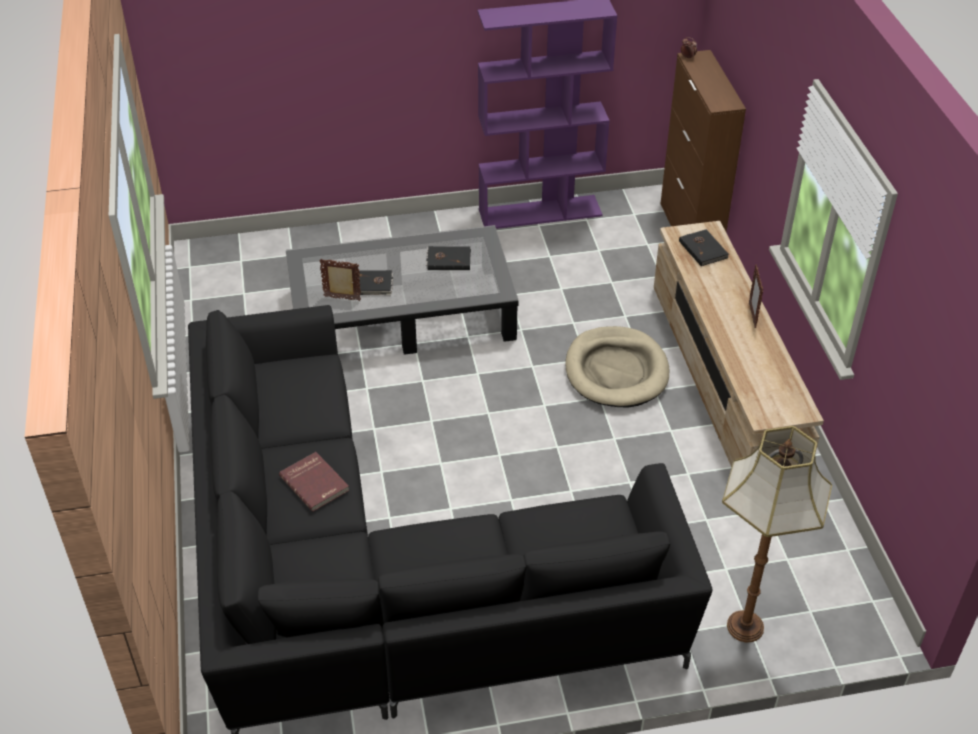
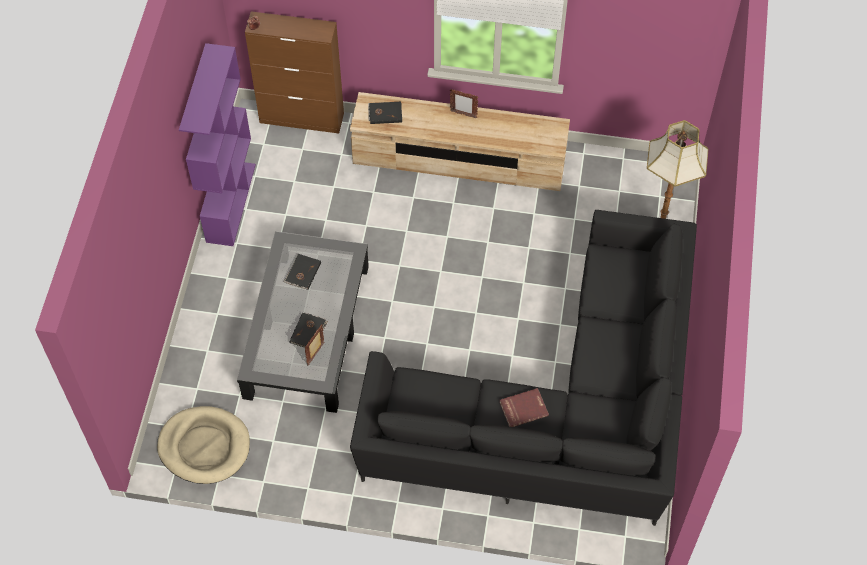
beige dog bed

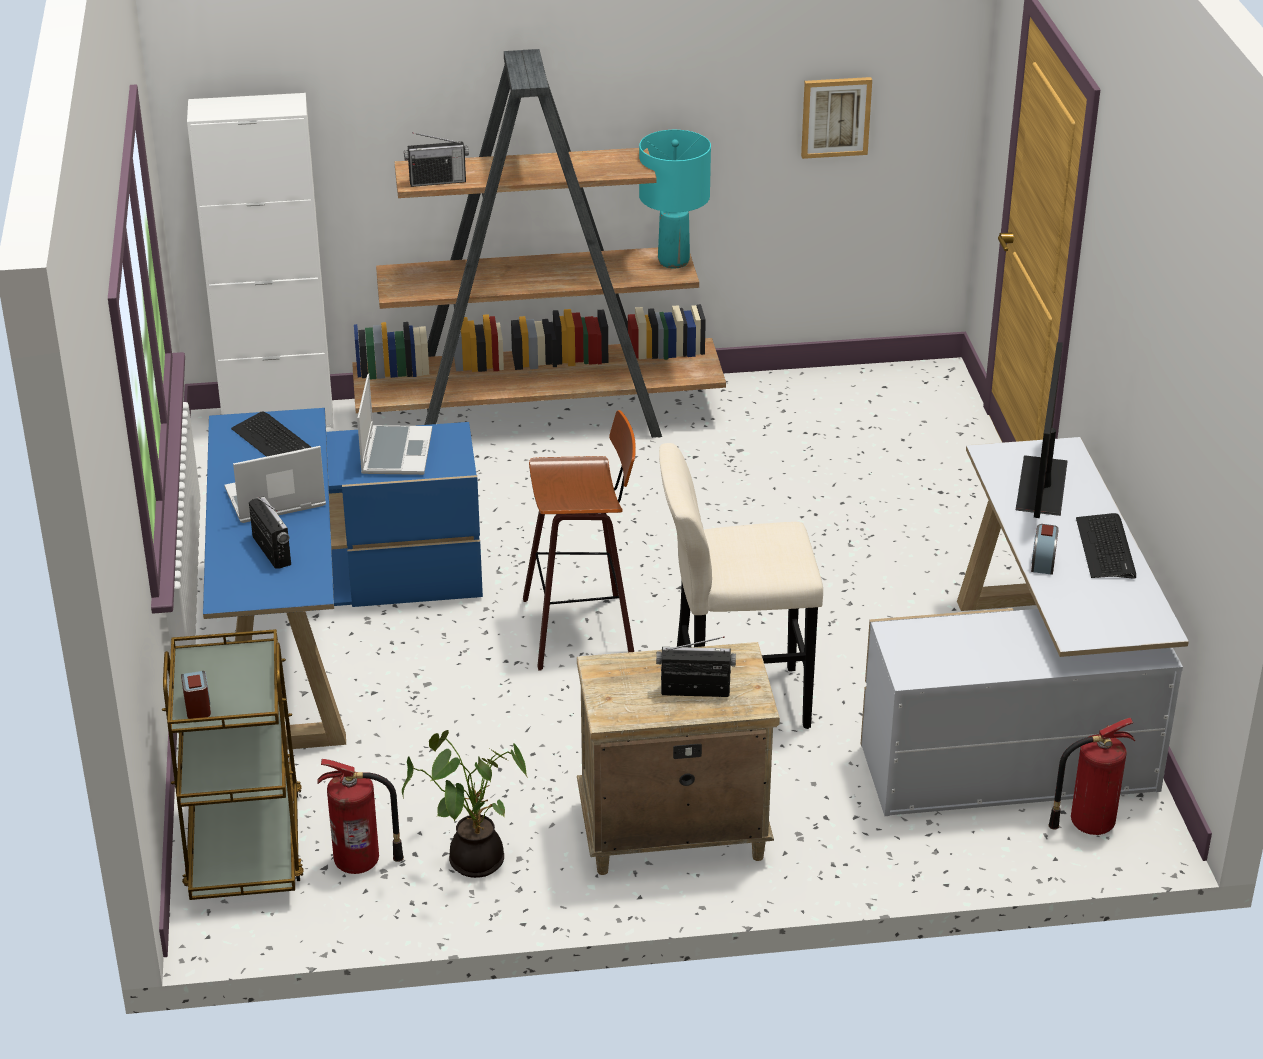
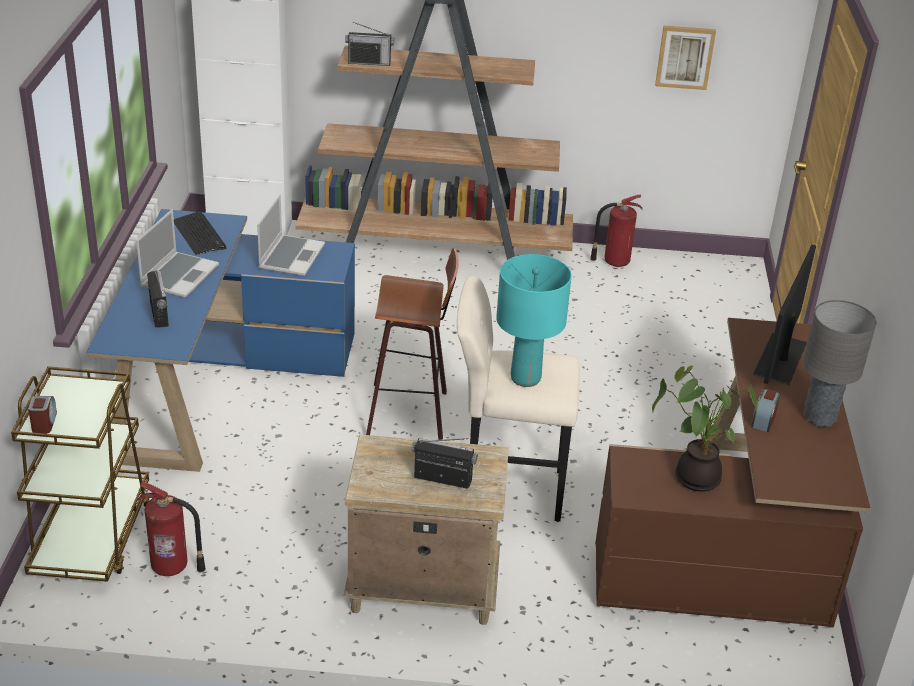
laptop (1st from left); potted plant; turquoise table lamp; brown desk; fire extinguisher (2nd from left); grey table lamp

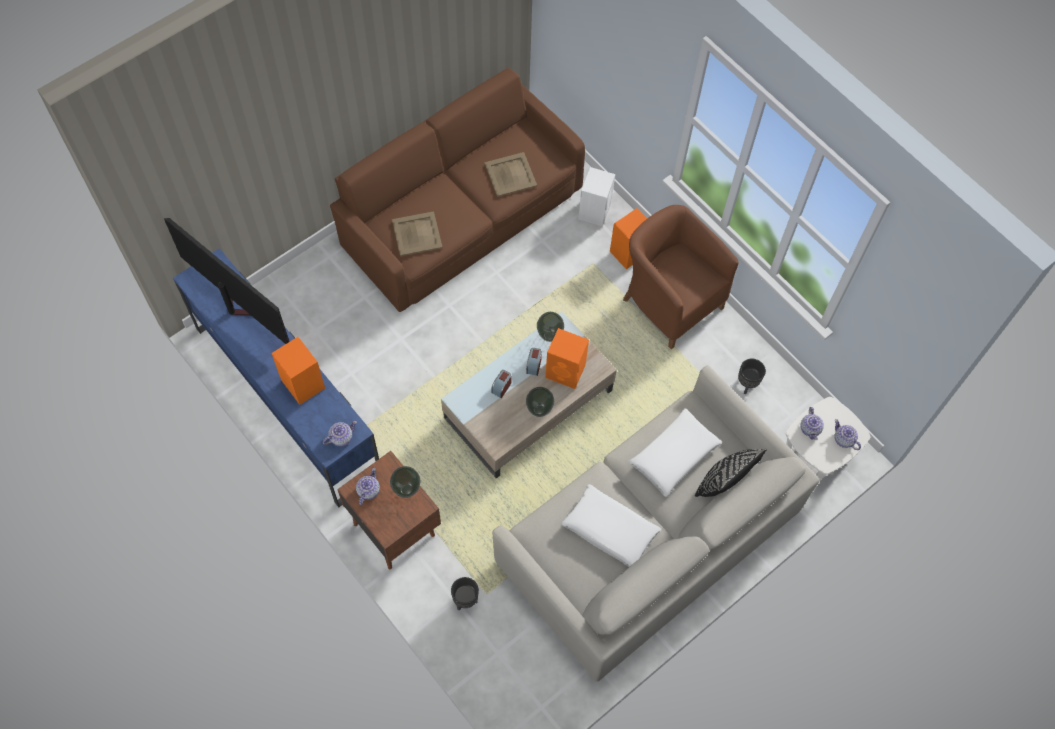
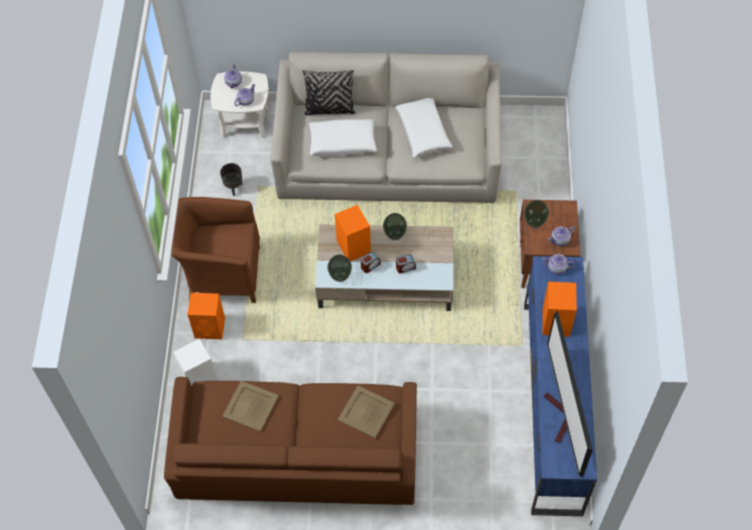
black planter (1st from left in the first image); brown armchair

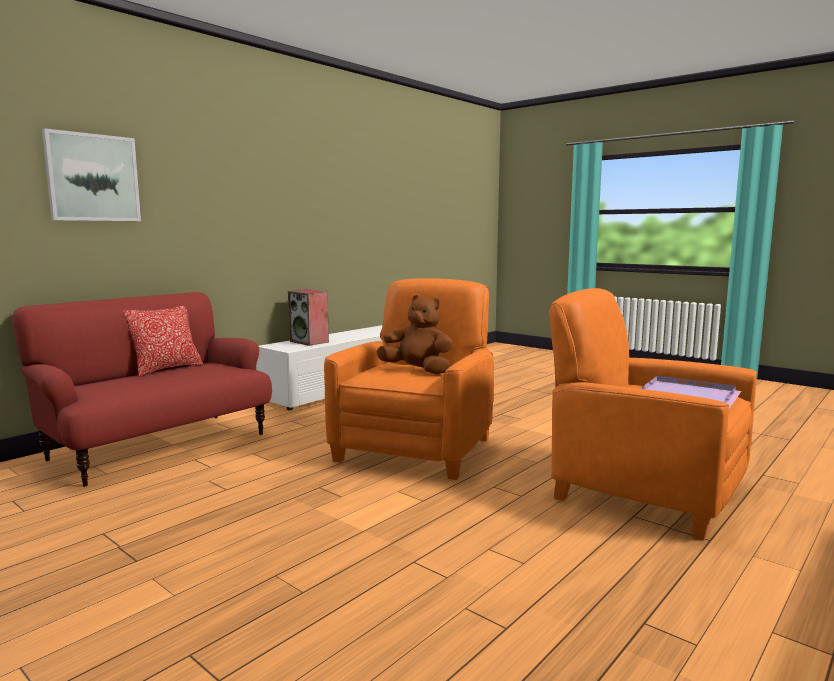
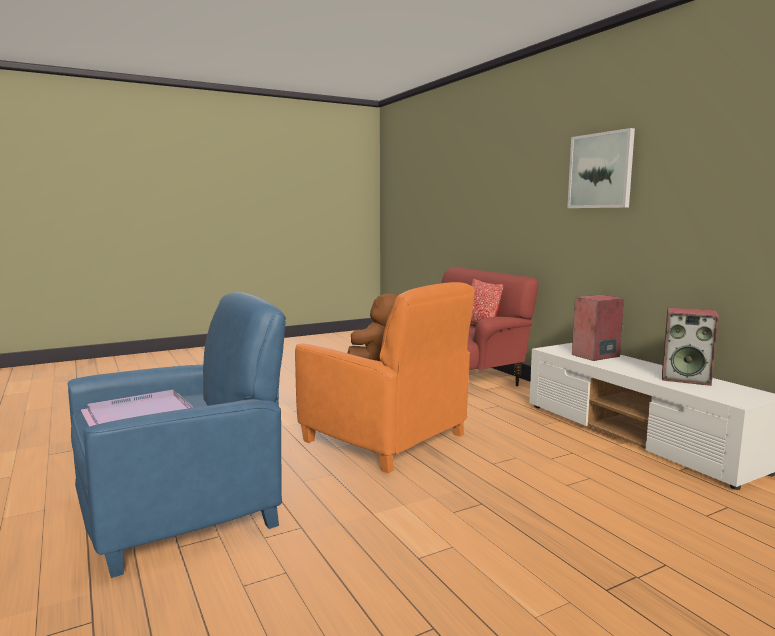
picture; blue armchair; speaker (2nd from left)

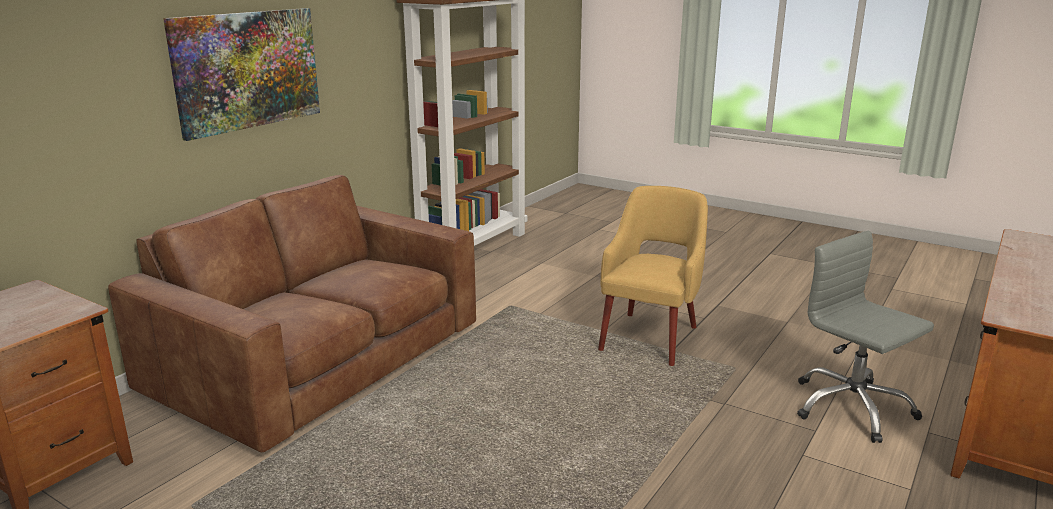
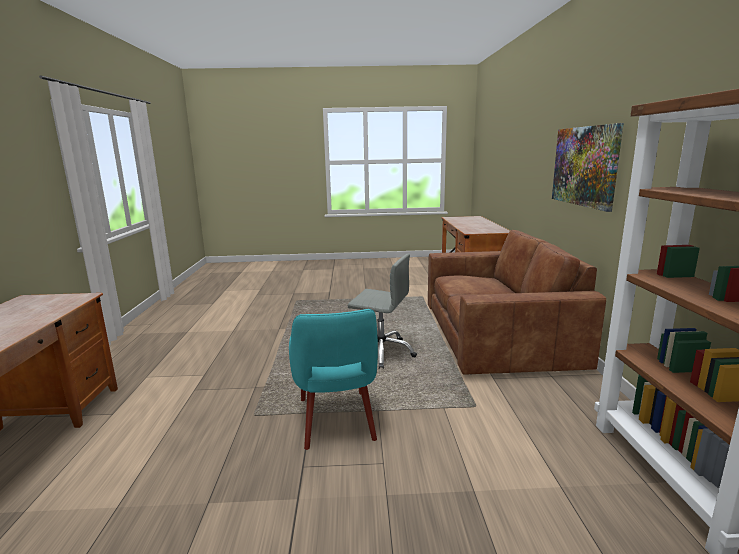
turquoise armchair; grey office chair

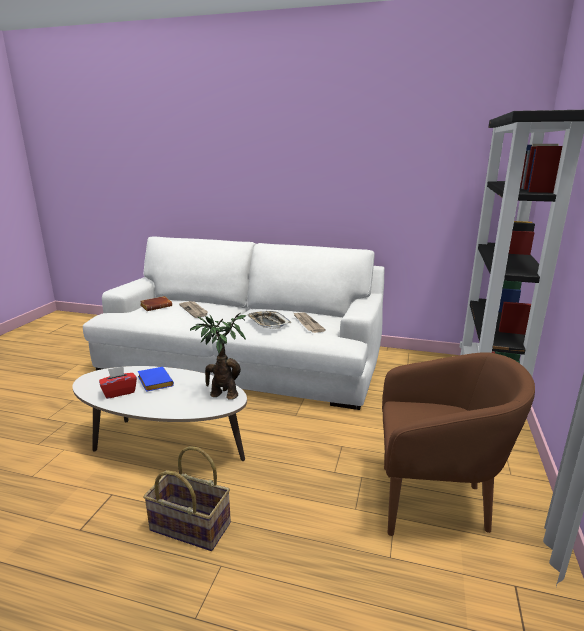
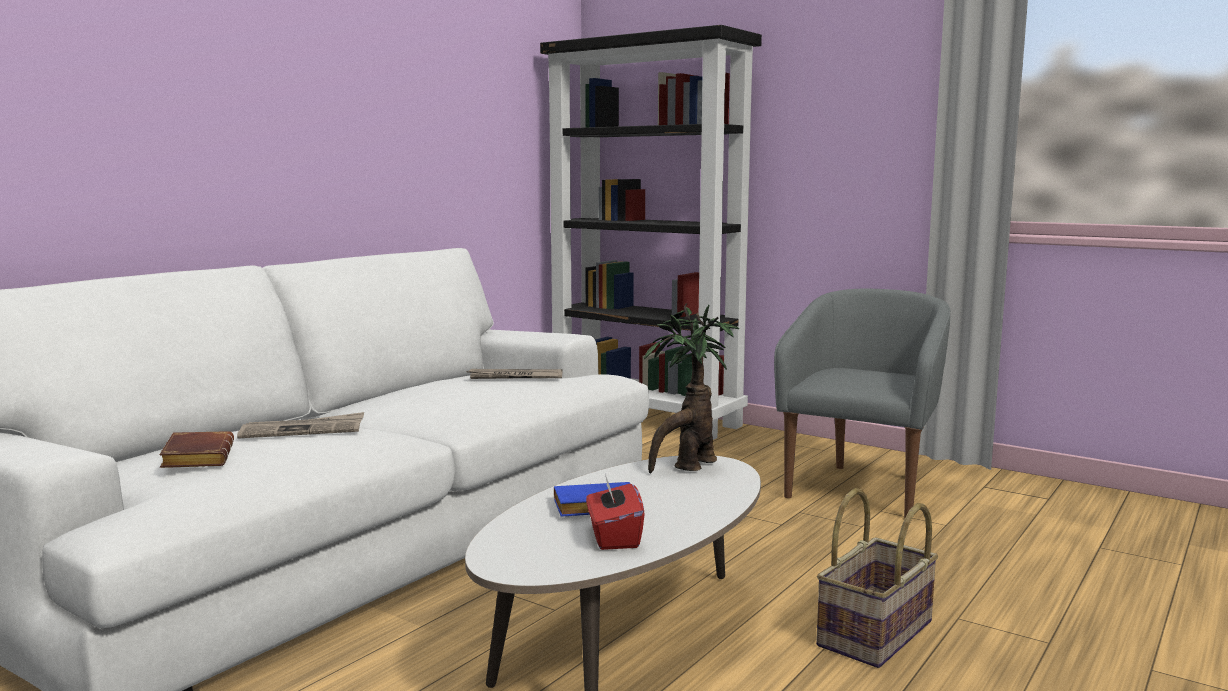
tray; grey armchair

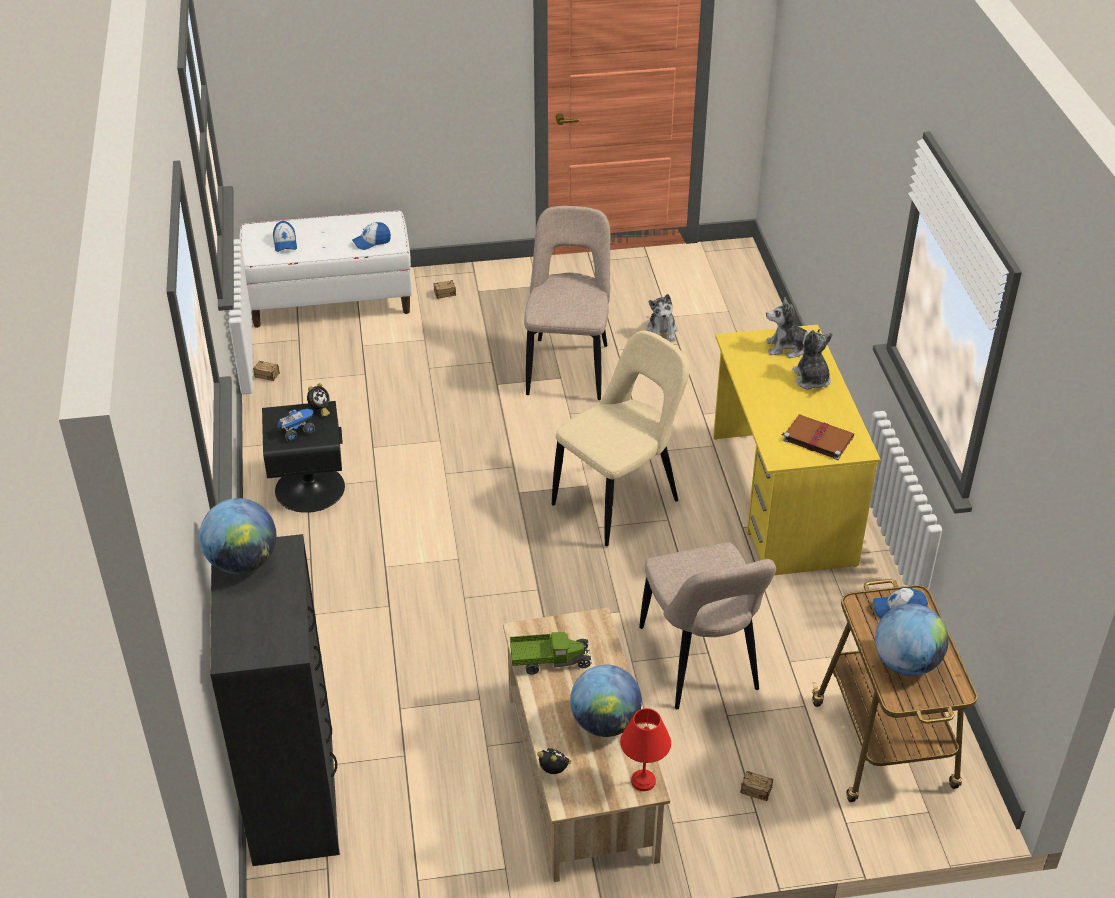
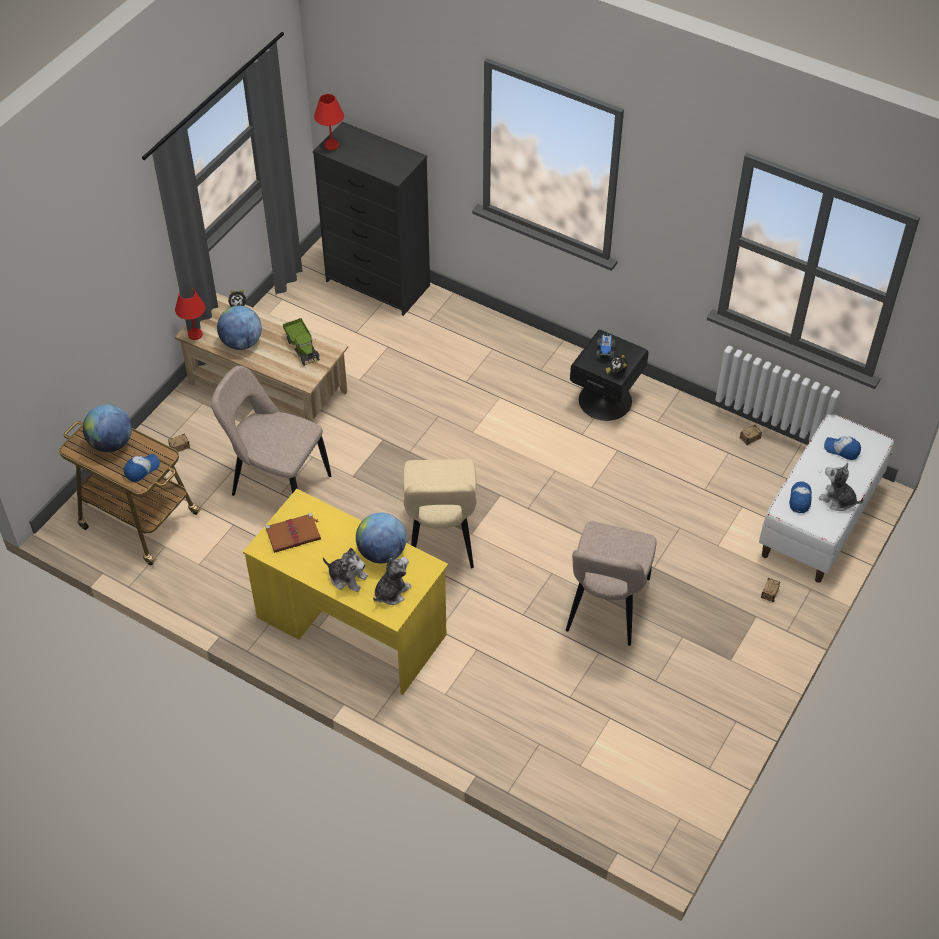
globe (3rd from left); toy truck (1st from left); beige chair (3rd from left); plush toy (3rd from left); red table lamp (2nd from left)

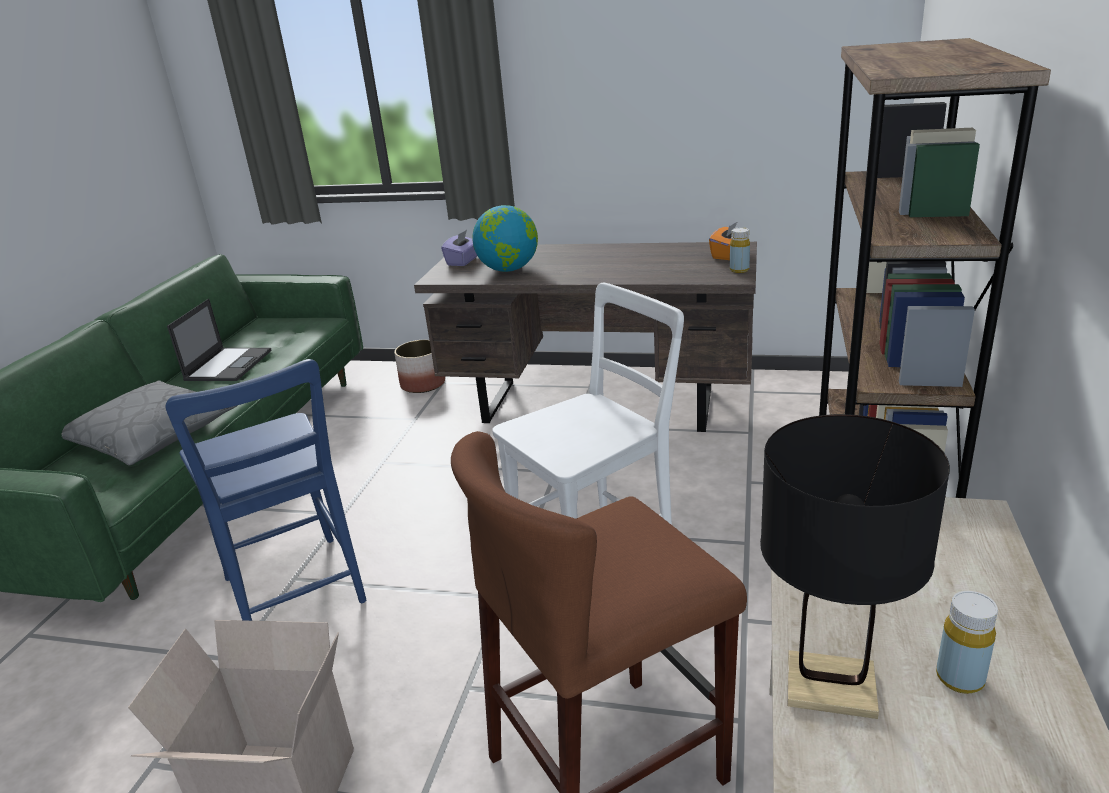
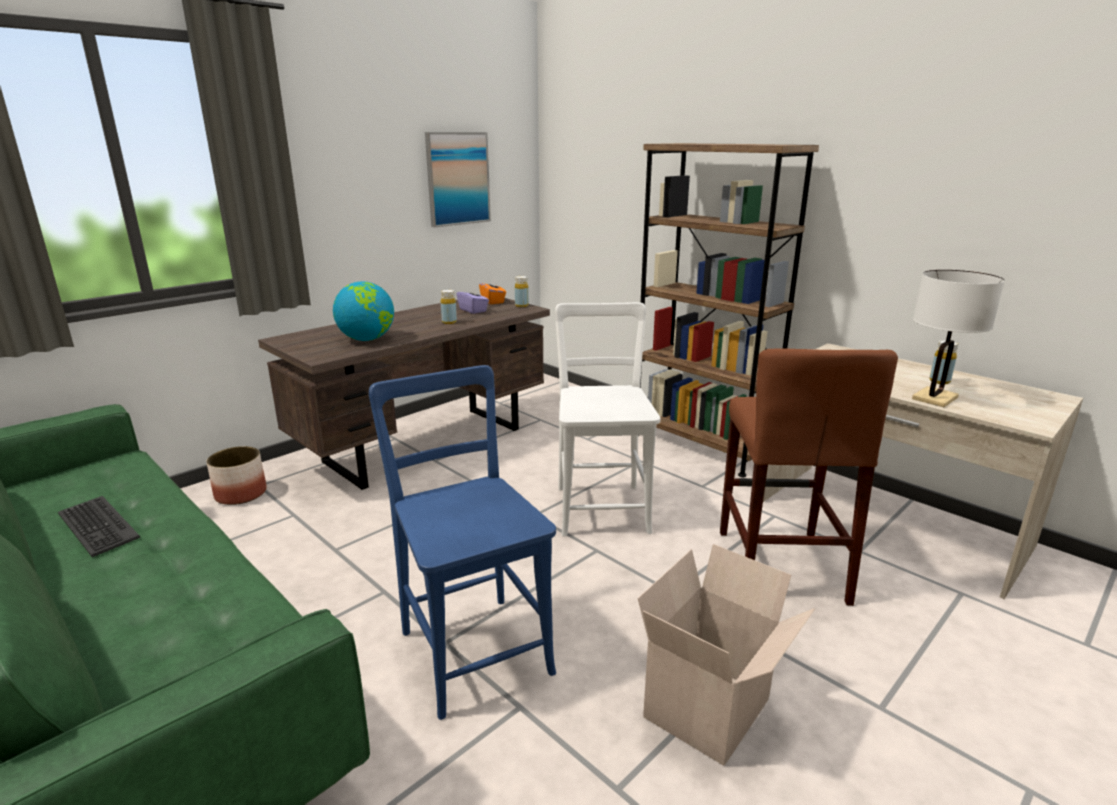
grey pillow; blue chair; keyboard; purple tissue box; white table lamp; picture; yellow bottle (1st from left)

